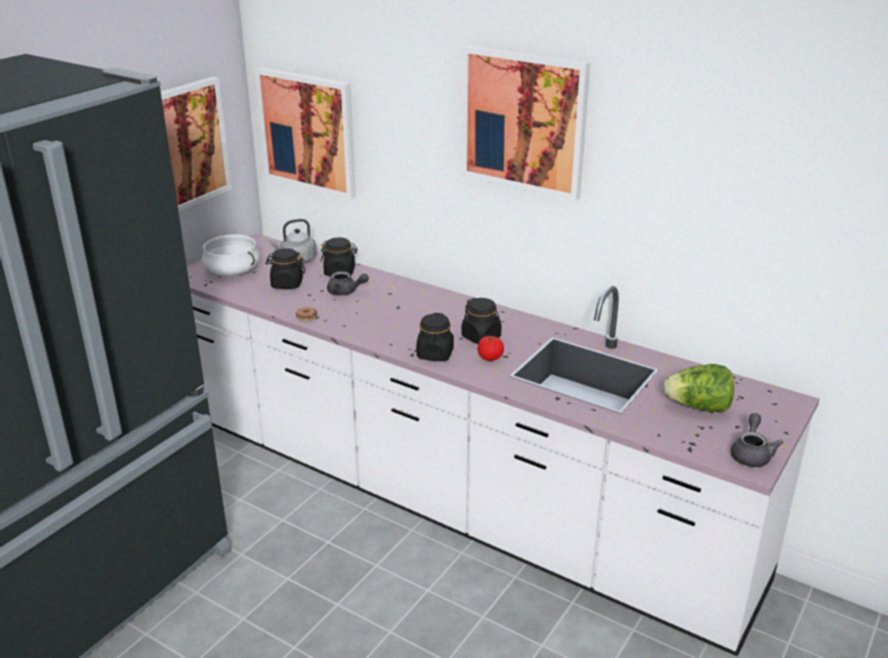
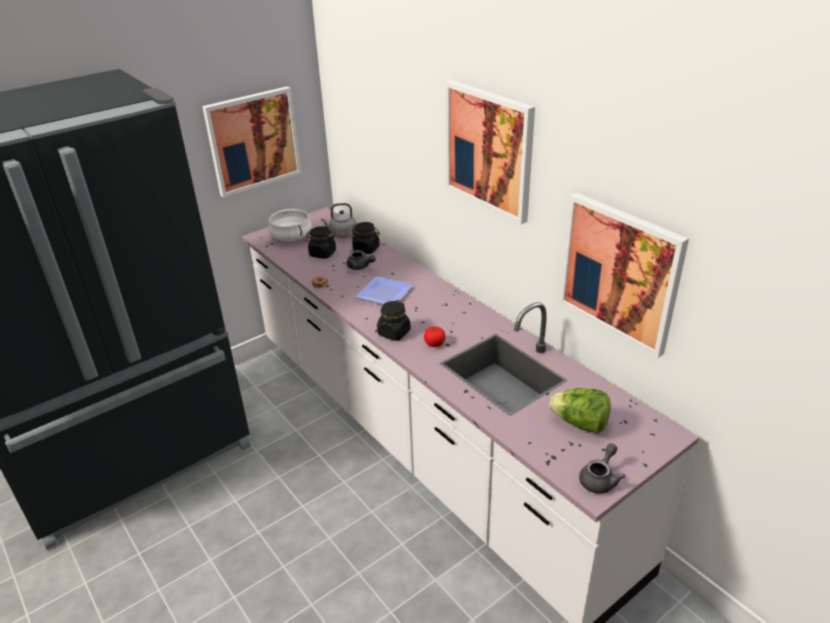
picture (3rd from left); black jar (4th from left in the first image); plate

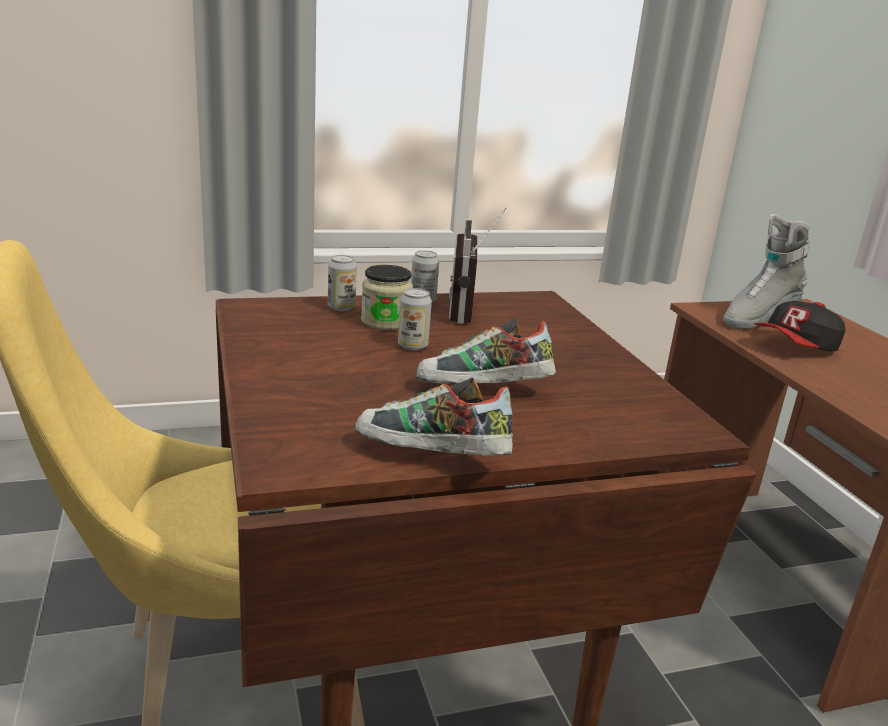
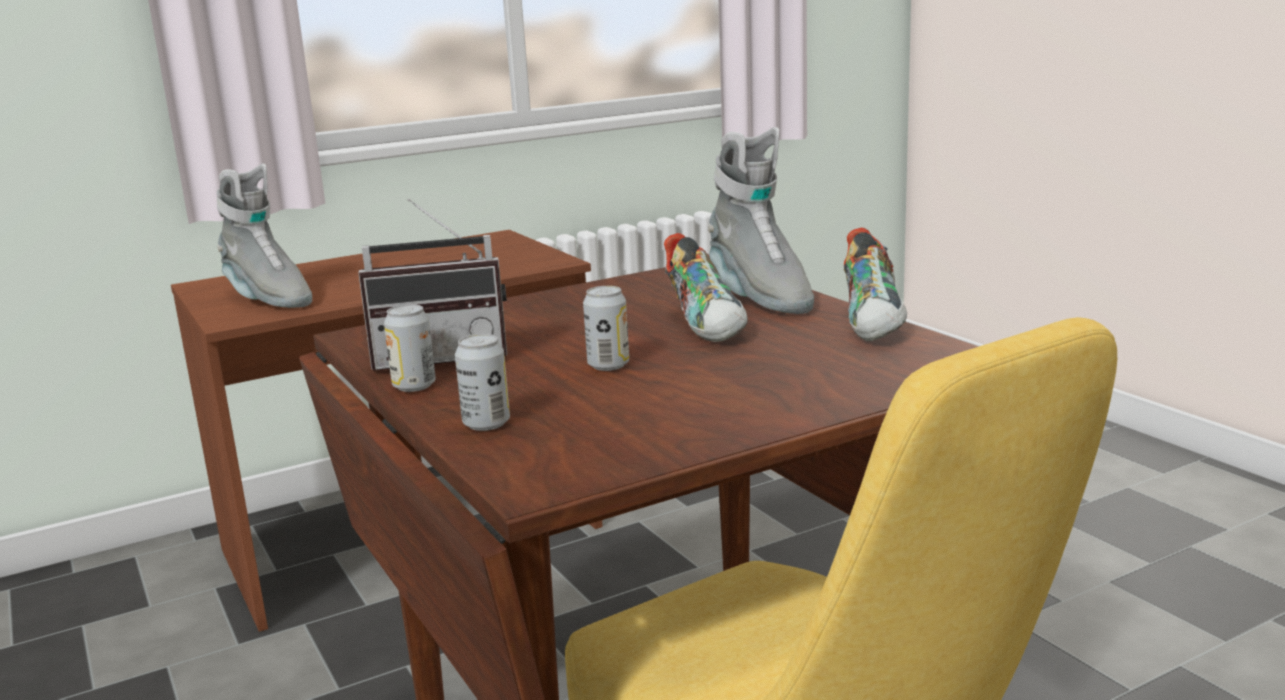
jar; cap; grey boot (2nd from left)

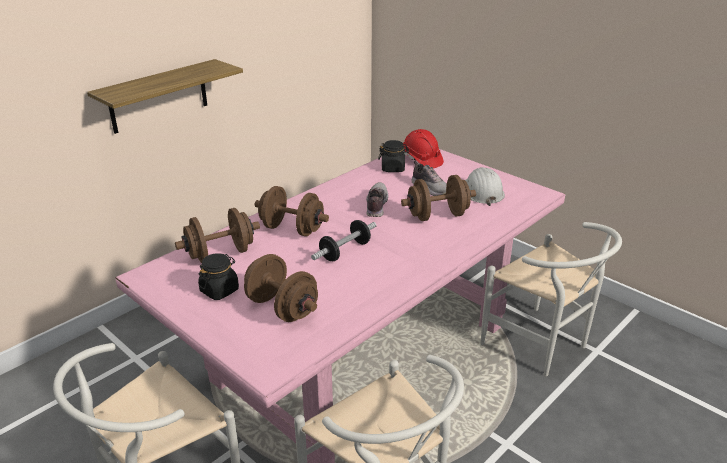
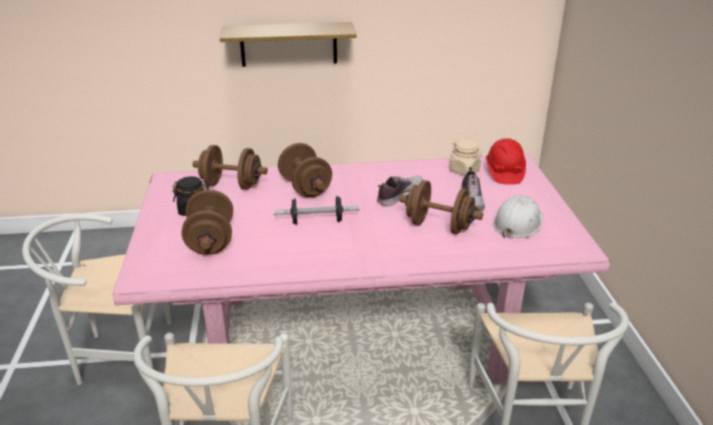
beige jar

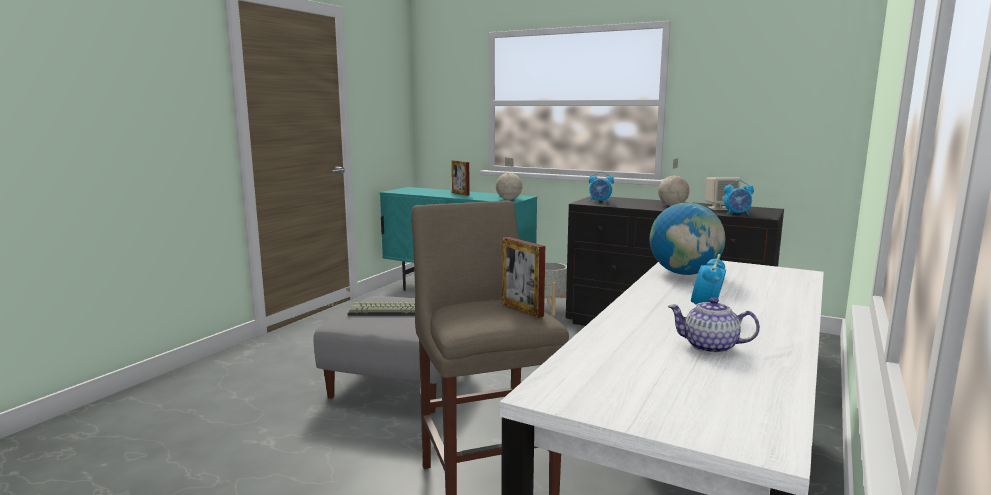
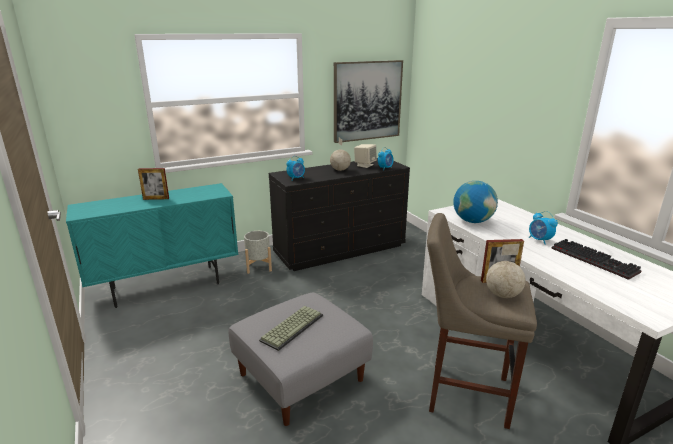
globe (3rd from left); keyboard (2nd from left); picture

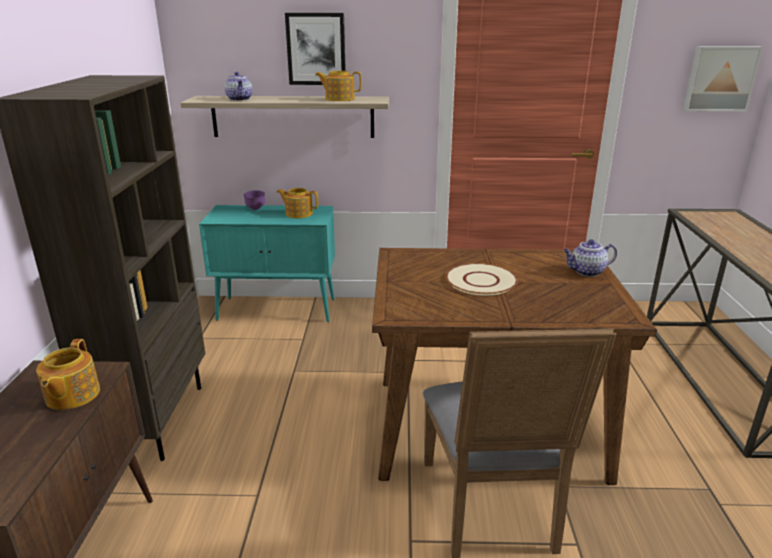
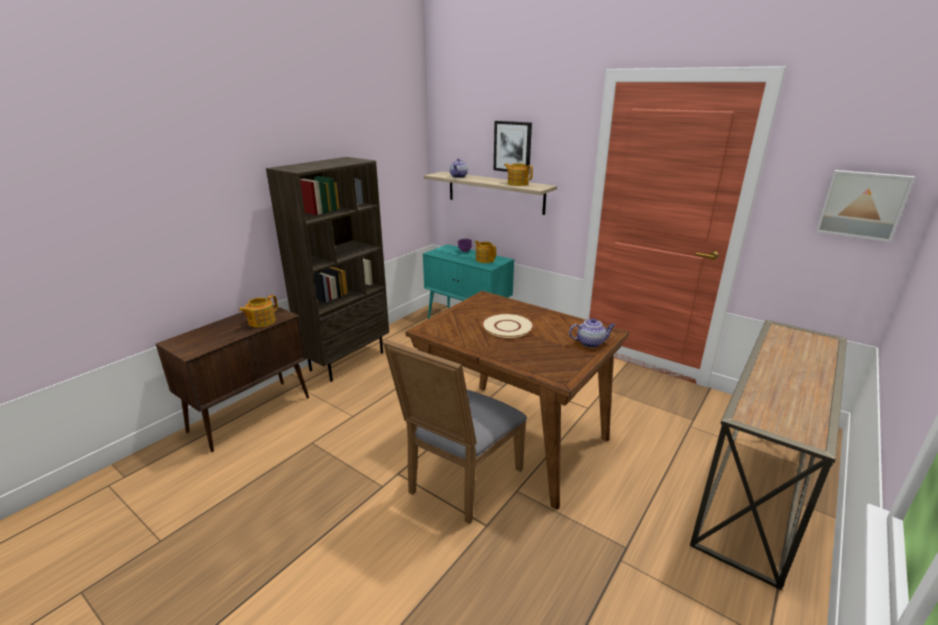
teapot (5th from left)

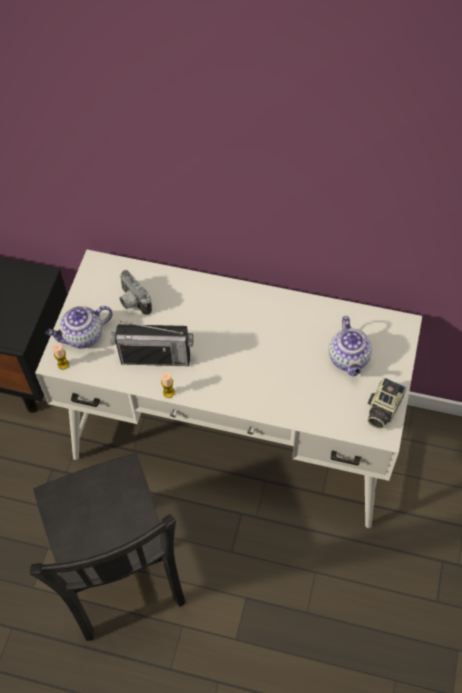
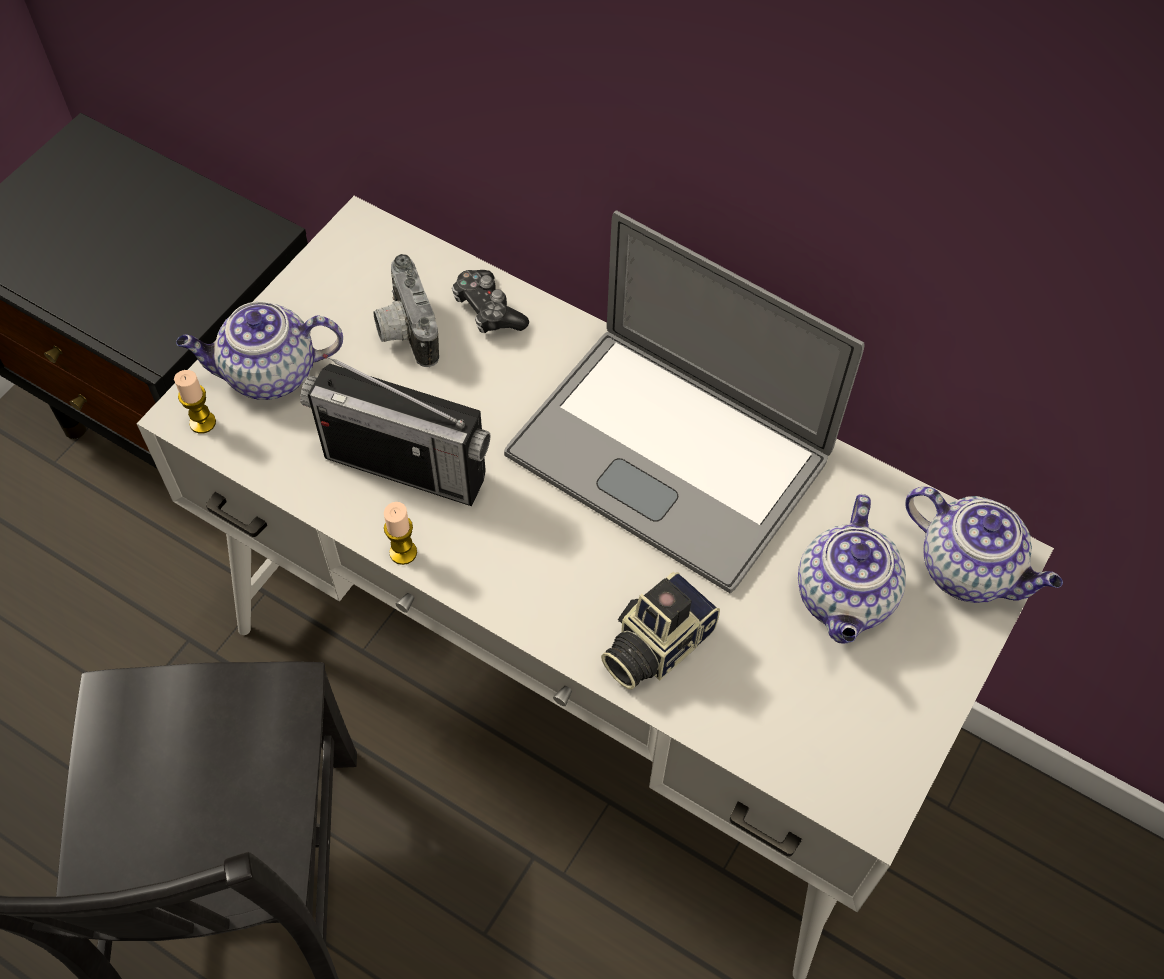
photo camera (2nd from left); game controller; laptop; teapot (3rd from left)

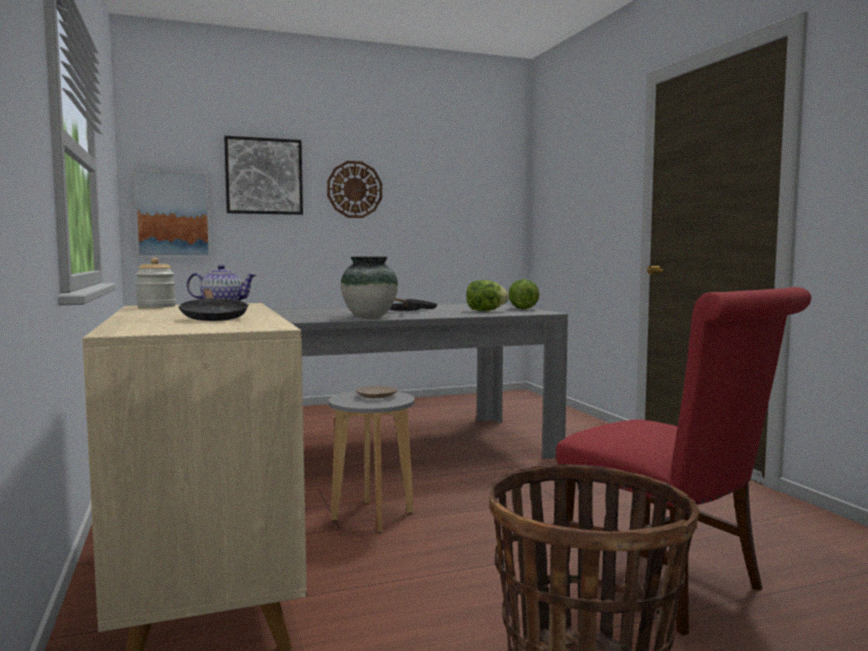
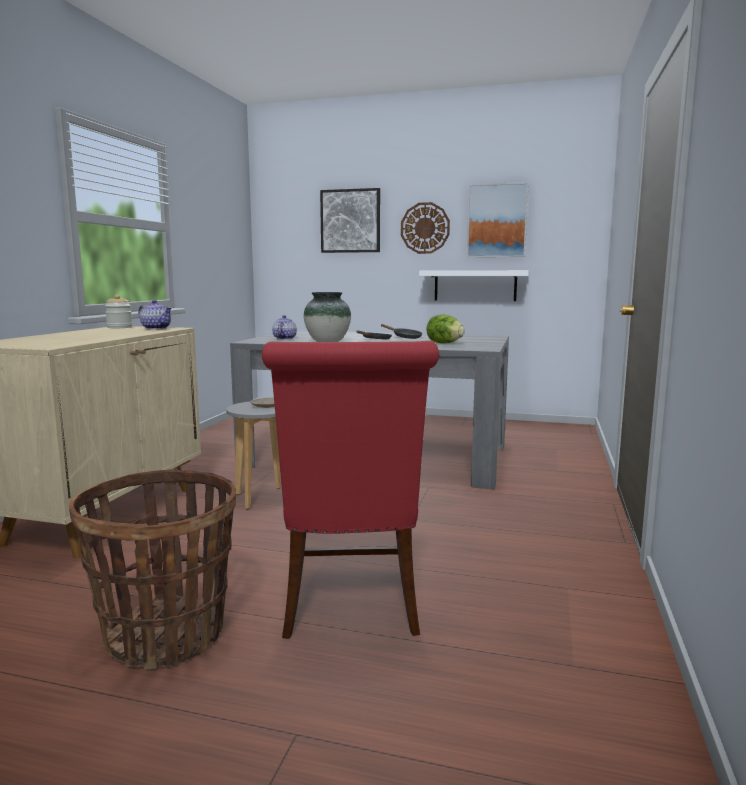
picture (2nd from left); black frying pan (1st from left in the first image); lettuce (2nd from left in the first image); teapot (2nd from left); white shelf

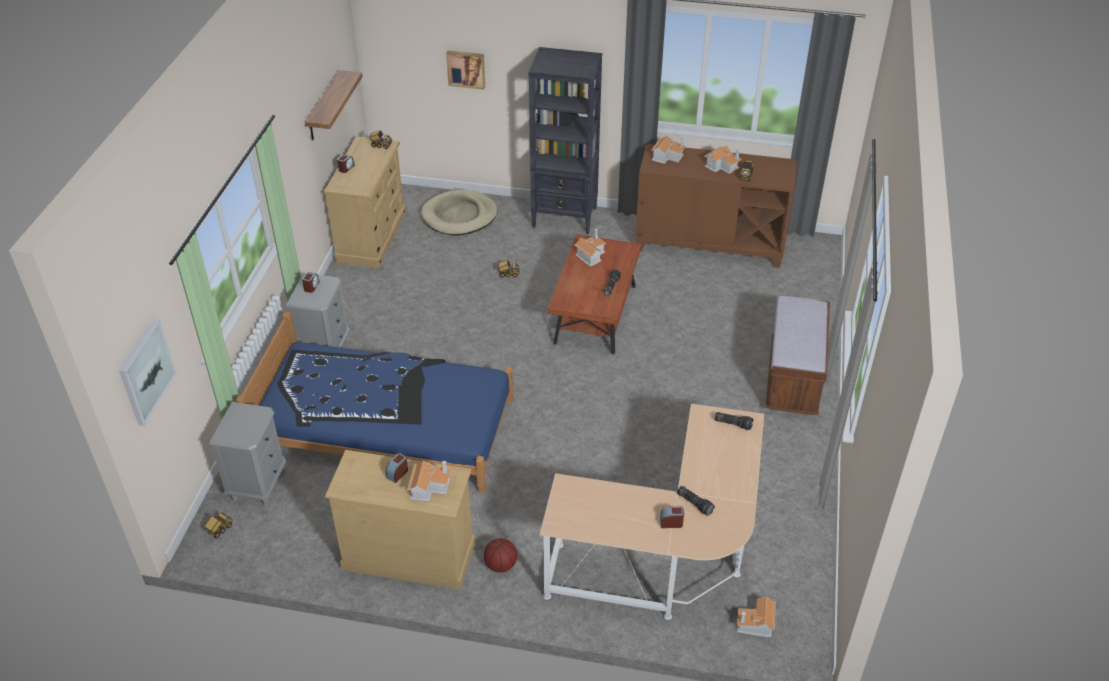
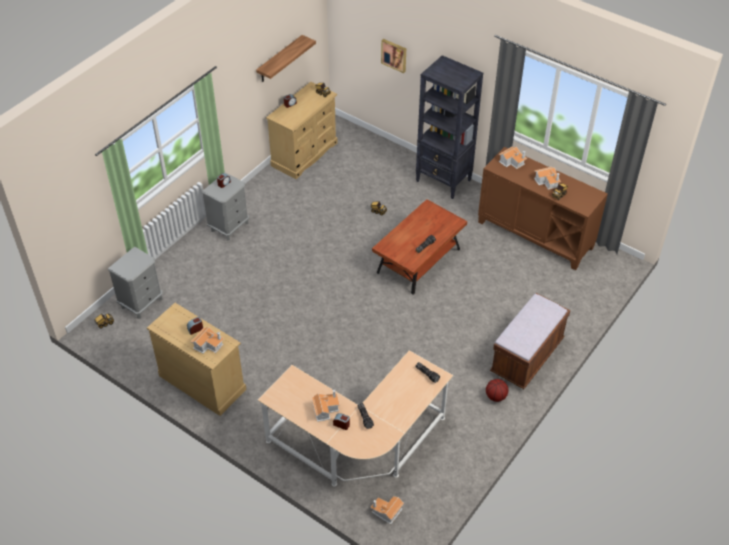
picture (1st from left in the first image); blue bed; beige dog bed; basketball; toy house (2nd from left)

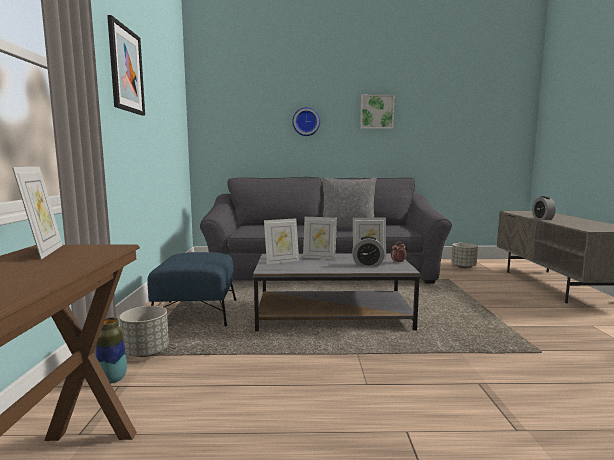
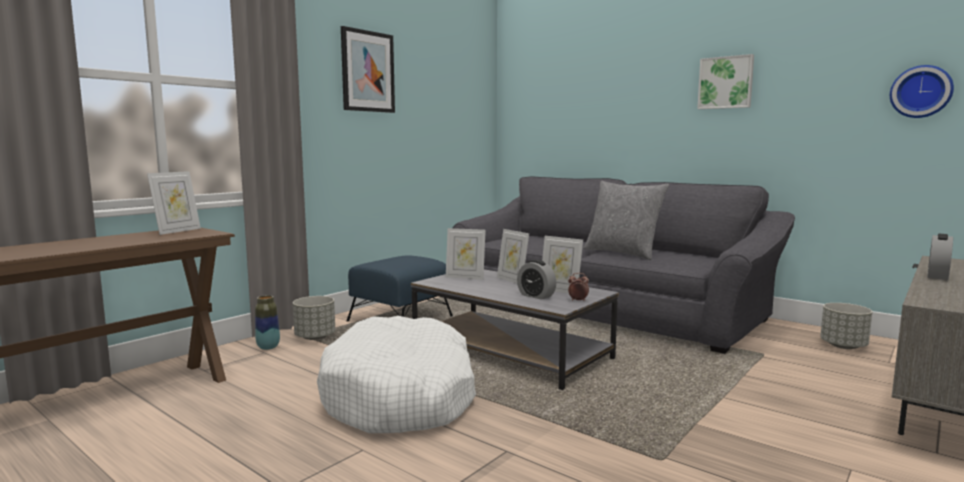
wall clock; white dog bed

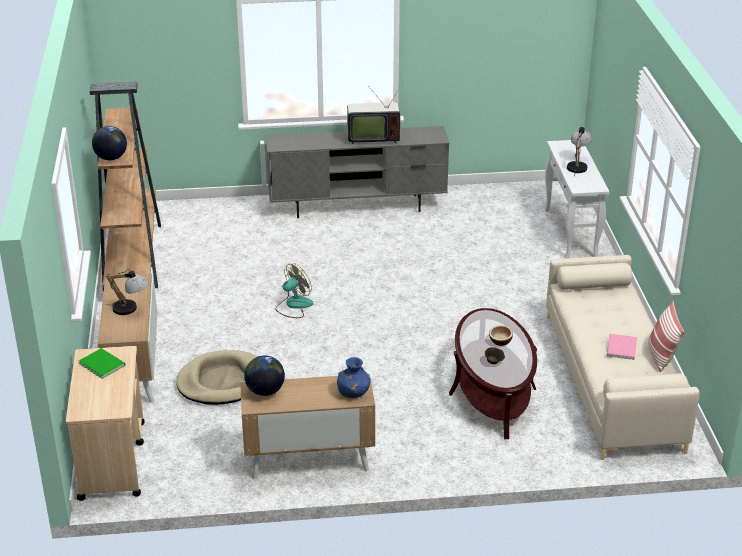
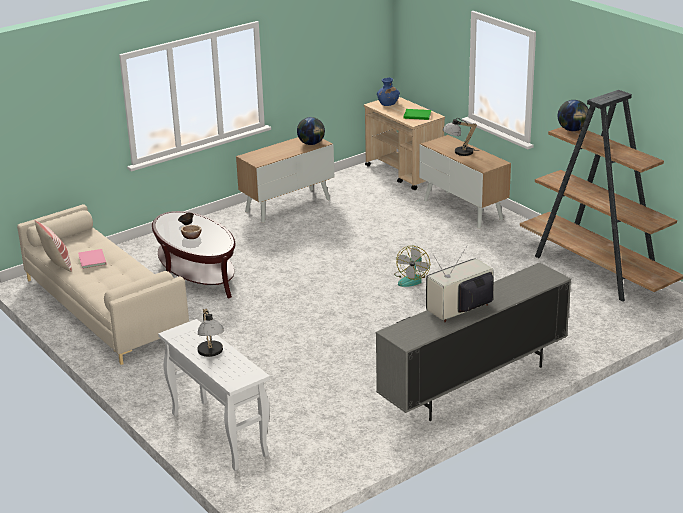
beige dog bed; blue vase

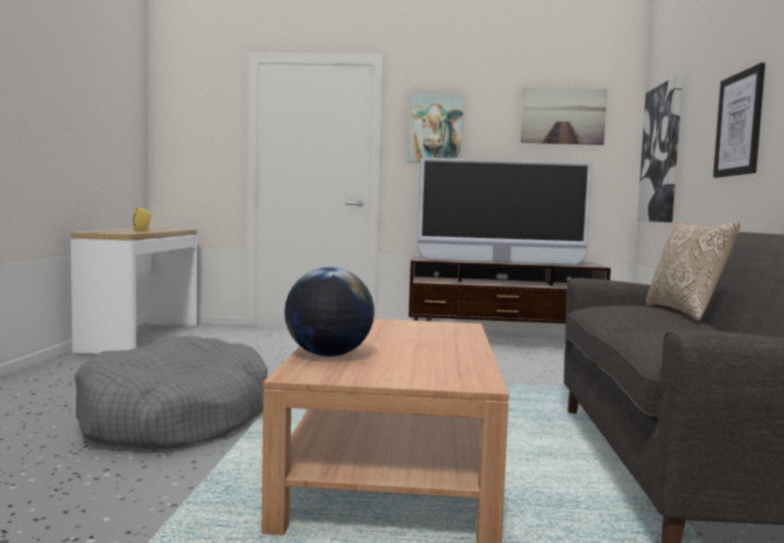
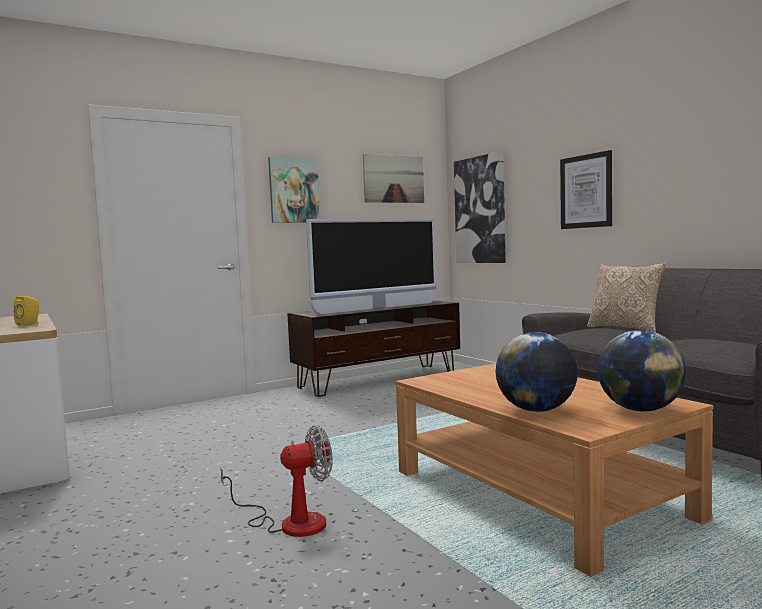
fan; globe (2nd from left)

